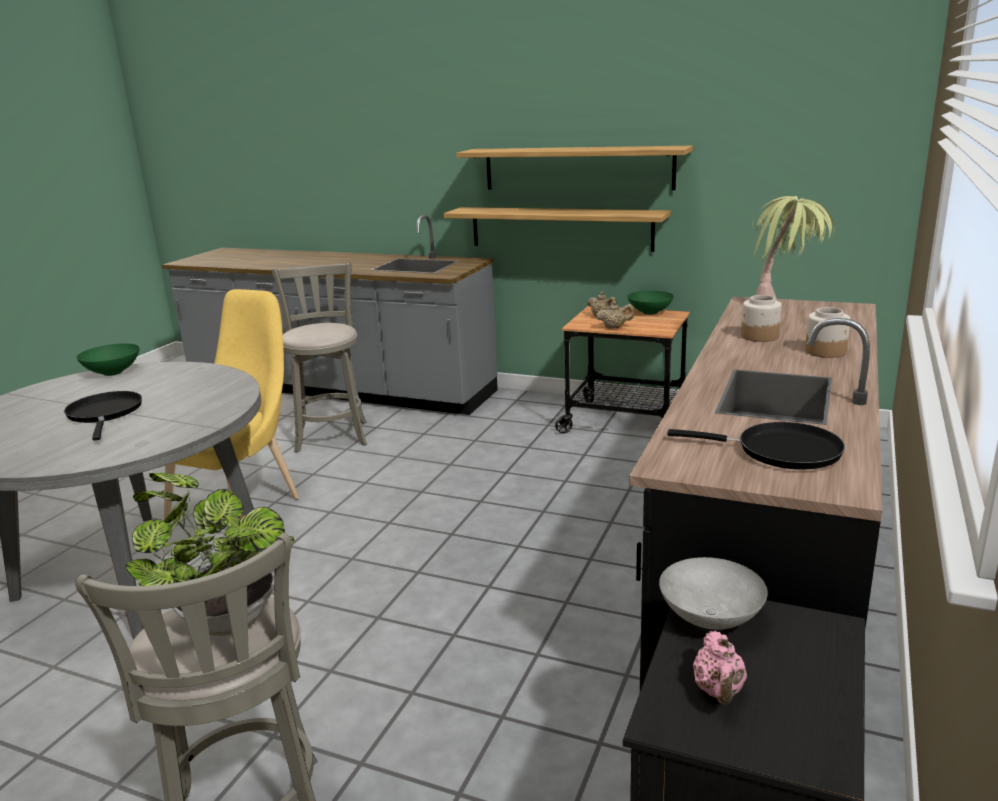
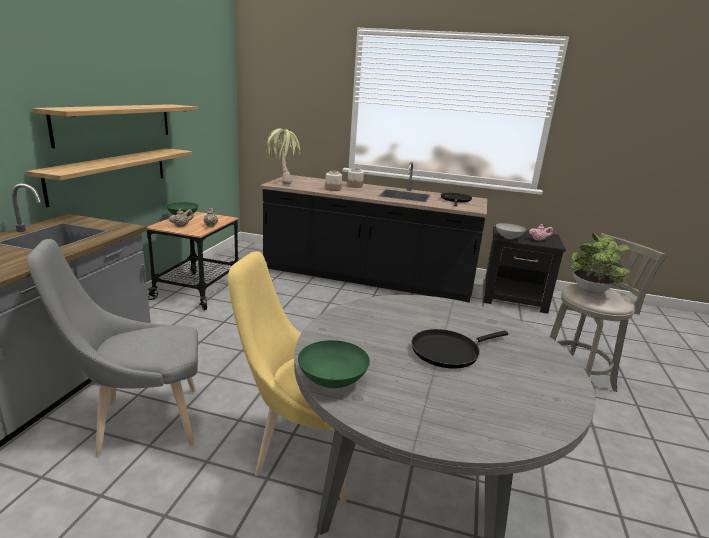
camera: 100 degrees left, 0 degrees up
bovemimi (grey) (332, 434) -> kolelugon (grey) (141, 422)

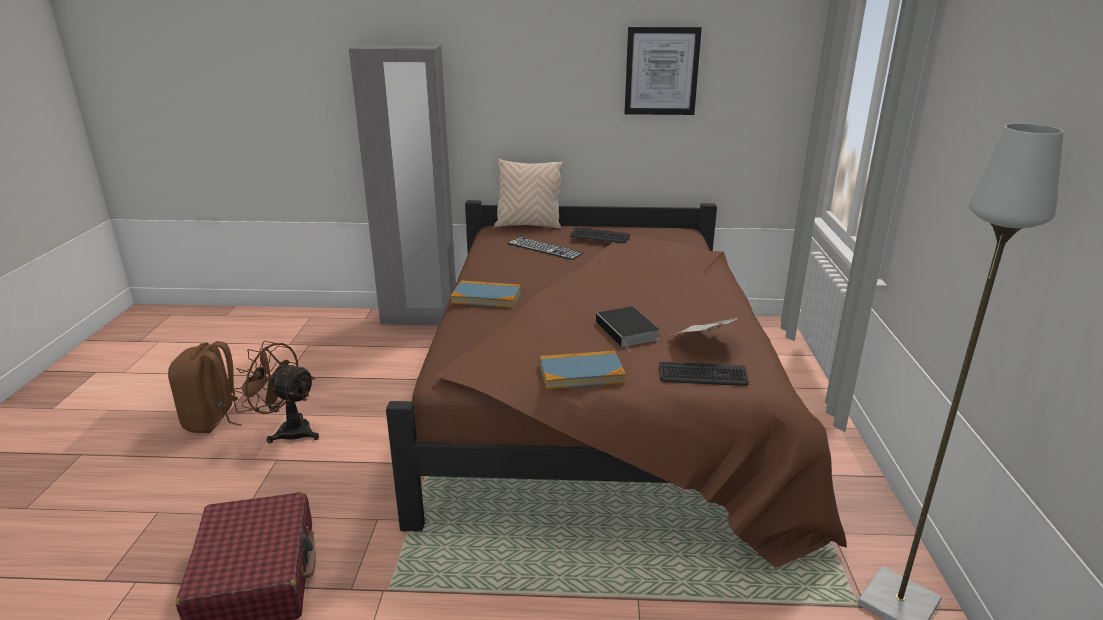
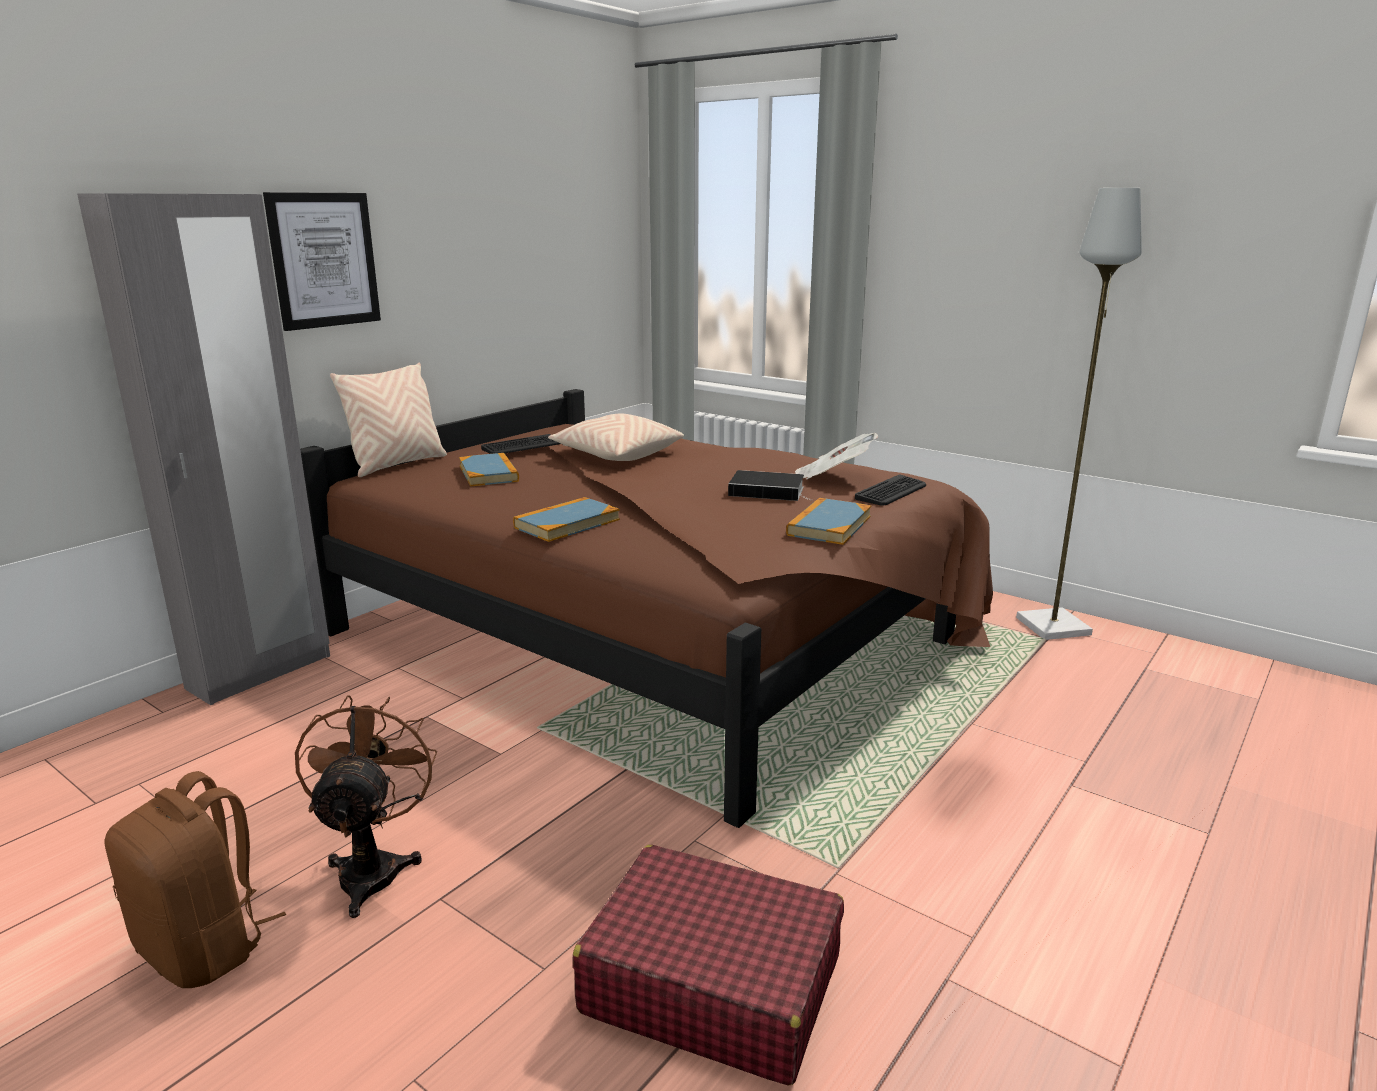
camera: 55 degrees left, 5 degrees down
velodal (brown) (288, 430) -> velodal (brown) (373, 867), 120 degrees clockwise
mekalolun (544, 248) -> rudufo (488, 473)
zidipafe (661, 71) -> zidipafe (324, 260), move
none -> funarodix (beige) (616, 455)

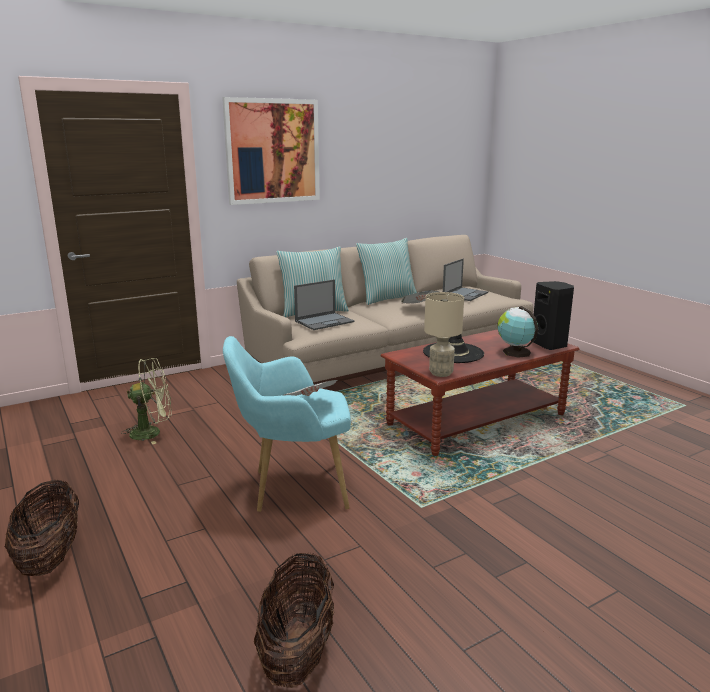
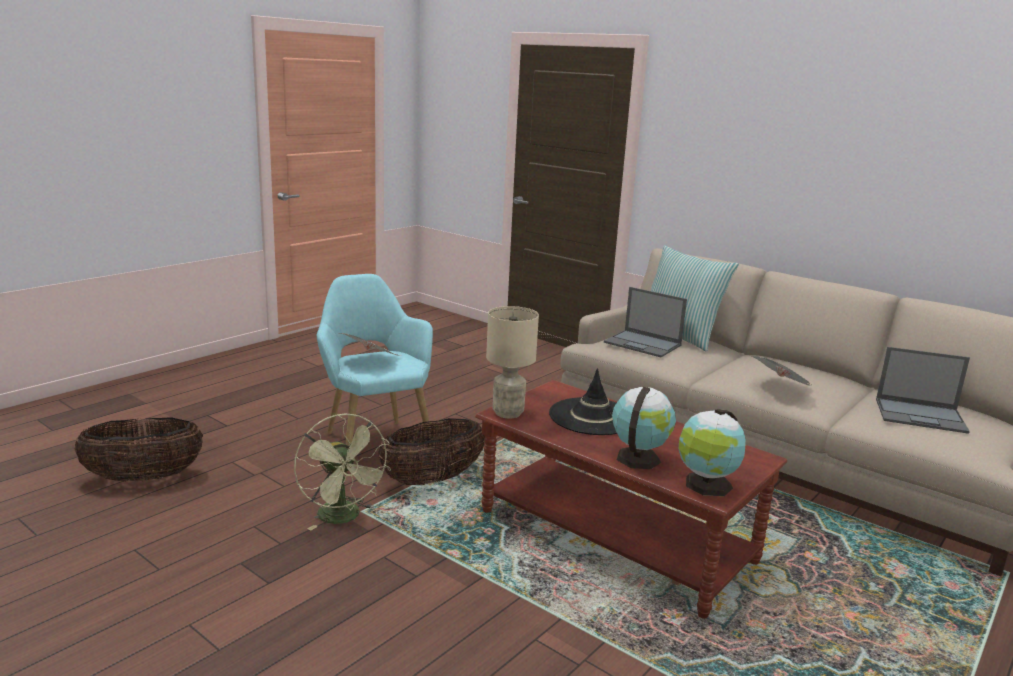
camera: 70 degrees right, 0 degrees up
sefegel (50, 556) -> sefegel (432, 479), move
velodal (green) (152, 432) -> velodal (green) (344, 518), move
zidipafe (272, 151) -> none
funarodix (387, 299) -> none
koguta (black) (550, 345) -> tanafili (706, 485)

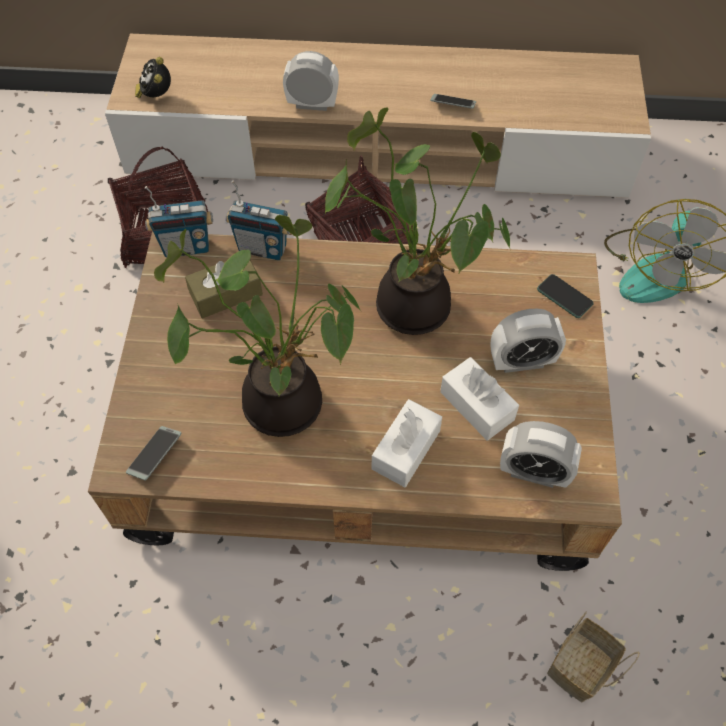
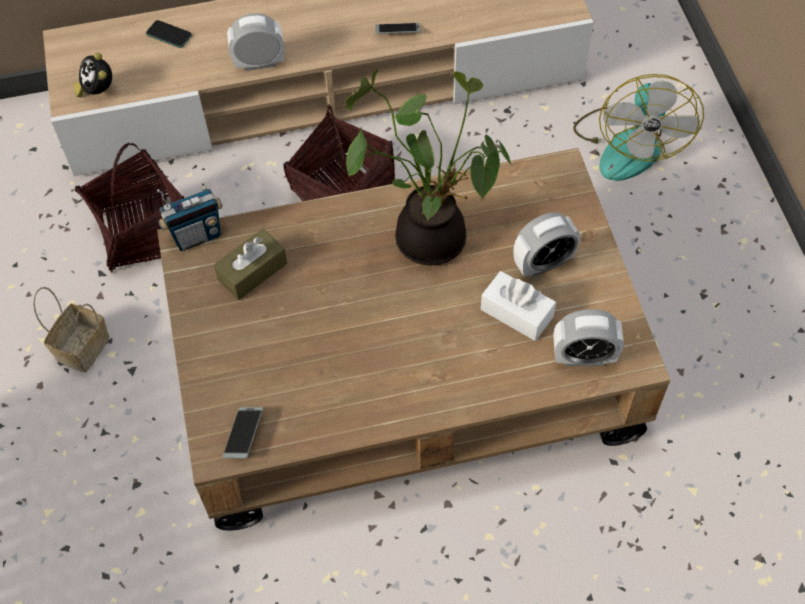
camera: 15 degrees left, 0 degrees up
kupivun (282, 398) -> none
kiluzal (263, 248) -> none
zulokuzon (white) (406, 450) -> none
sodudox (564, 297) -> sodudox (169, 35), move
sefegel (579, 669) -> sefegel (83, 349), move

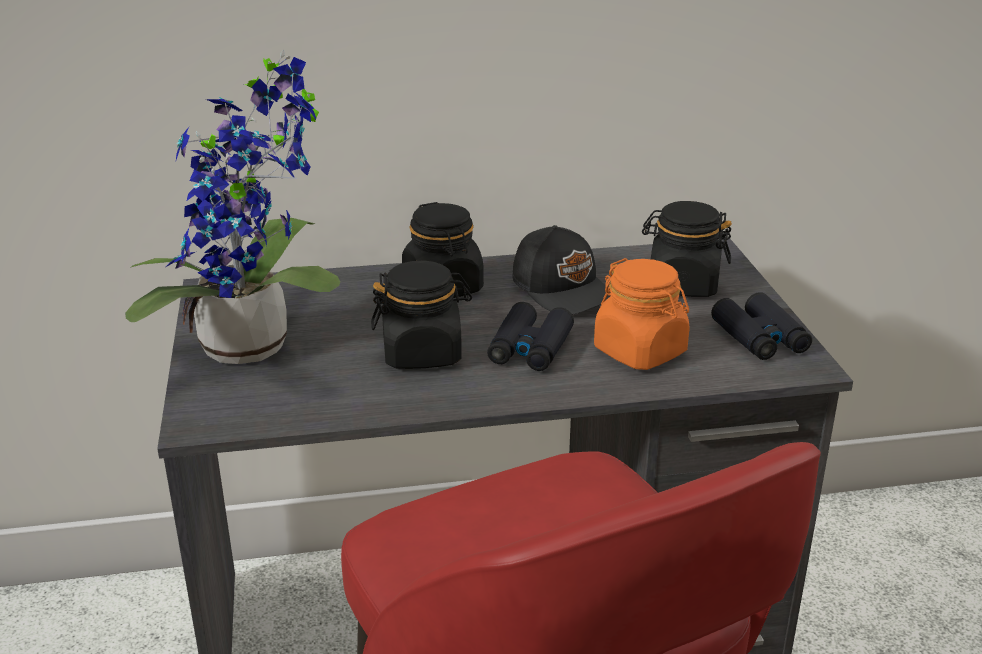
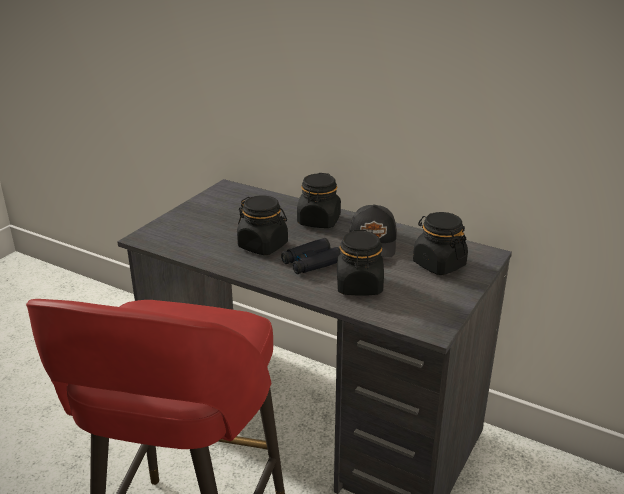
camera: 40 degrees right, 0 degrees up
kupivun (256, 348) -> none
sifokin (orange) (640, 351) -> sifokin (black) (359, 286)
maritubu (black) (760, 338) -> none

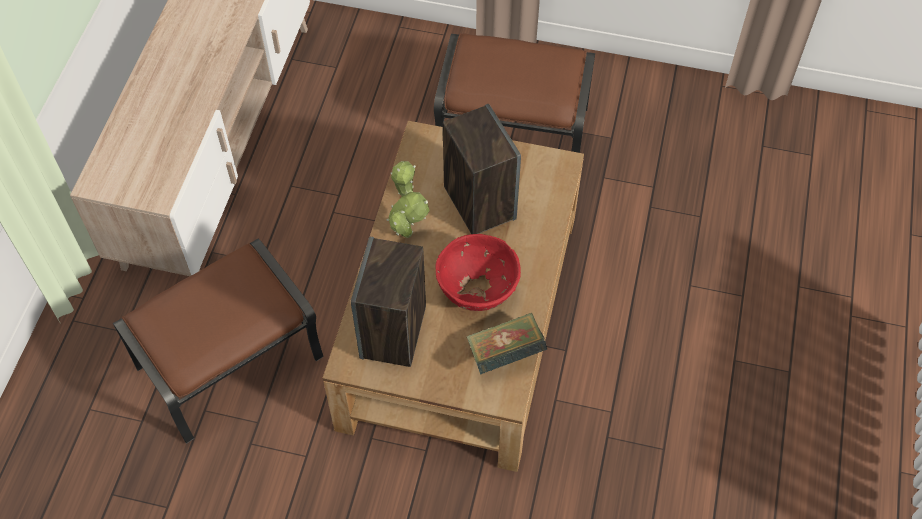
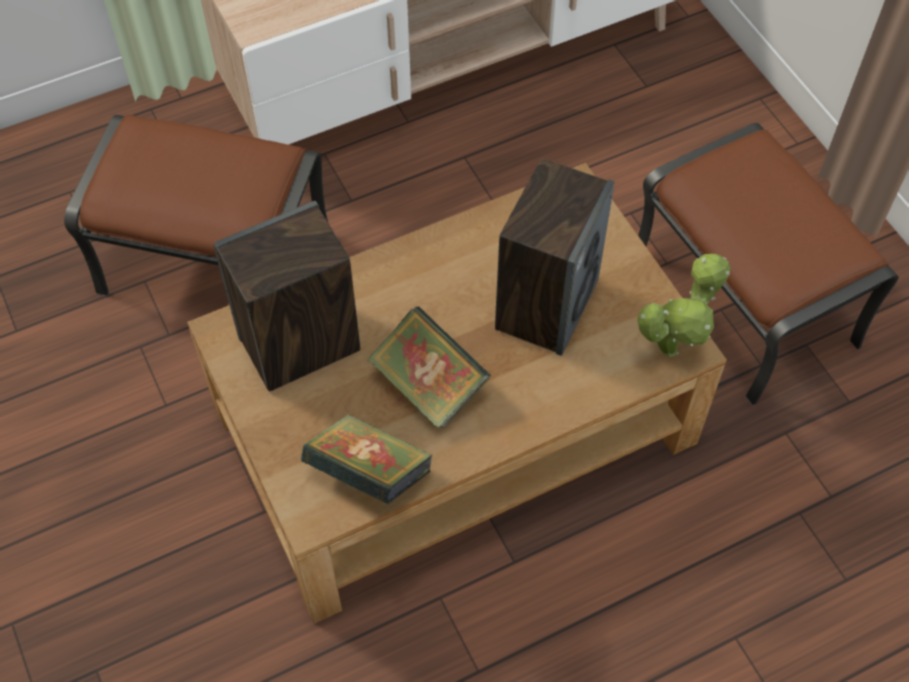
camera: 50 degrees right, 0 degrees up
kupivun (406, 230) -> kupivun (673, 346), move
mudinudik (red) (477, 289) -> rudufo (429, 385)

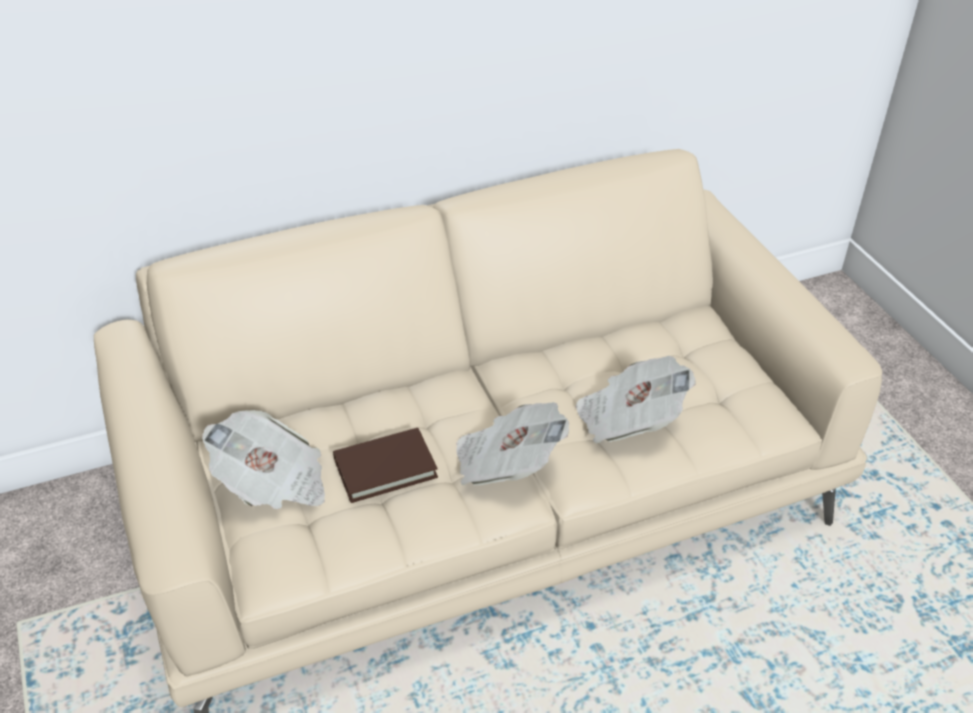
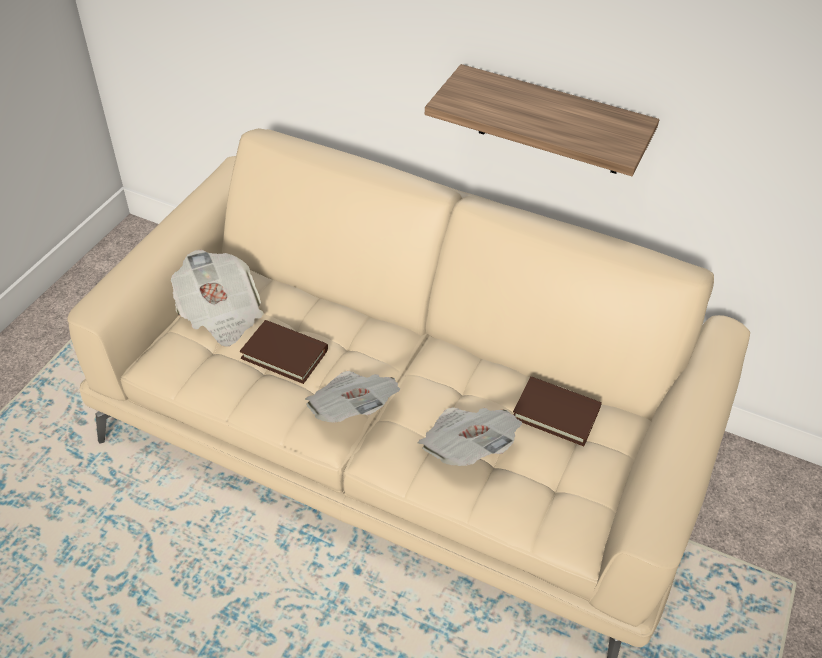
camera: 45 degrees right, 5 degrees up
none -> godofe (551, 121)
none -> rudufo (brown) (556, 413)

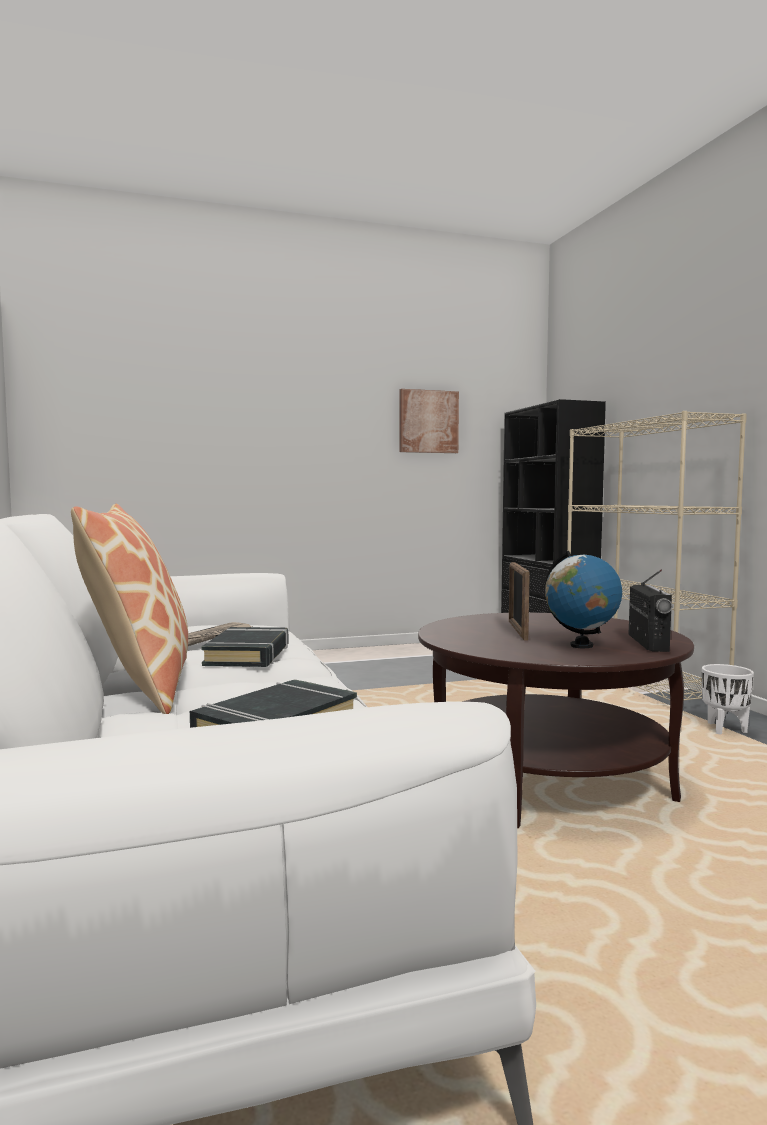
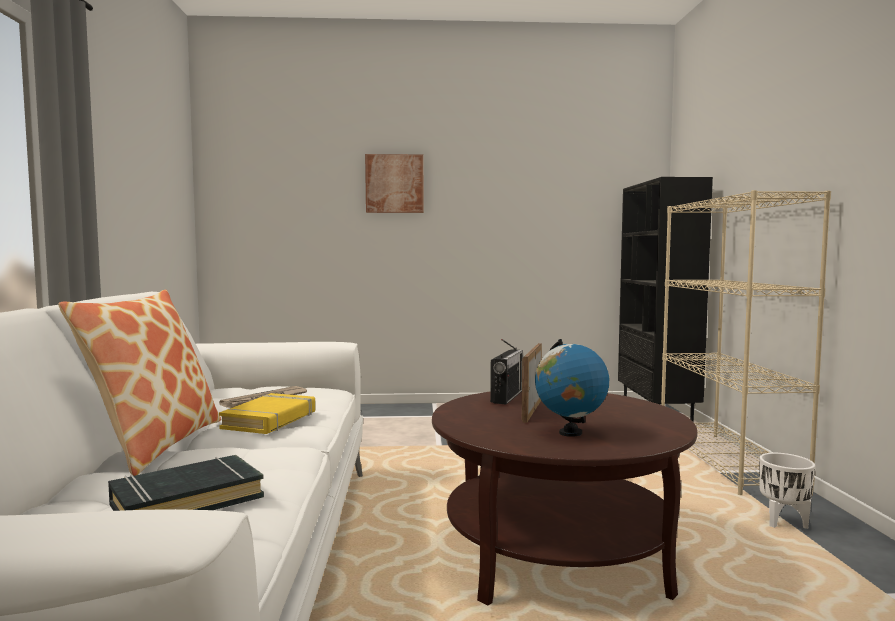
camera: 15 degrees right, 0 degrees up
rudufo (black) (248, 655) -> rudufo (yellow) (270, 420)
zidipafe (428, 421) -> zidipafe (394, 184), move
kiluzal (648, 643) -> kiluzal (507, 397), move

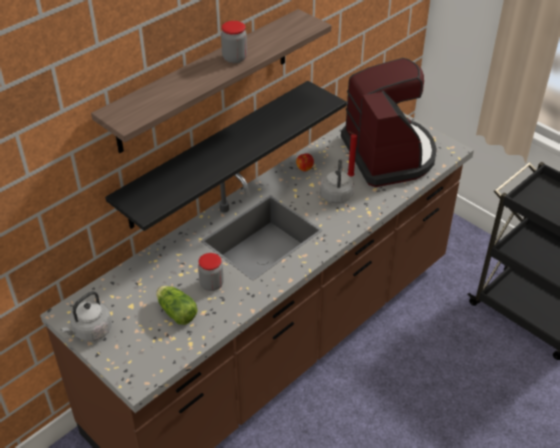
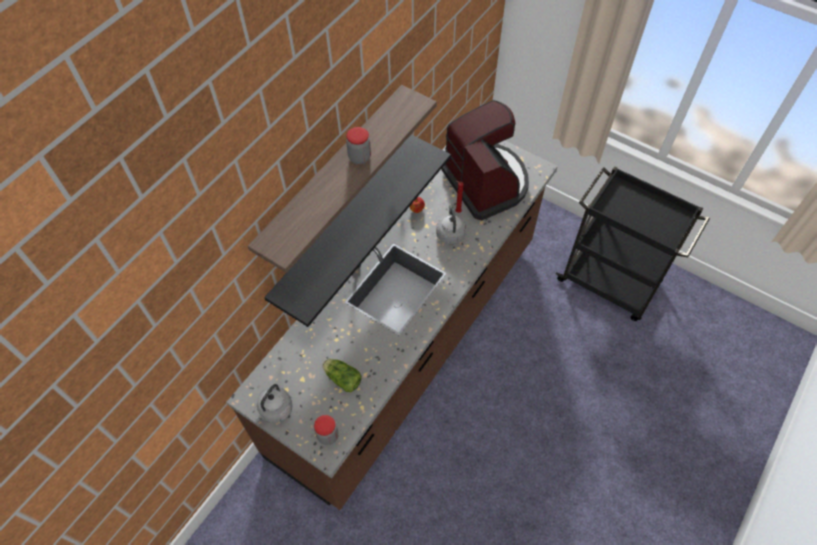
camera: 10 degrees left, 15 degrees up
sifokin (211, 284) -> sifokin (328, 435), move

